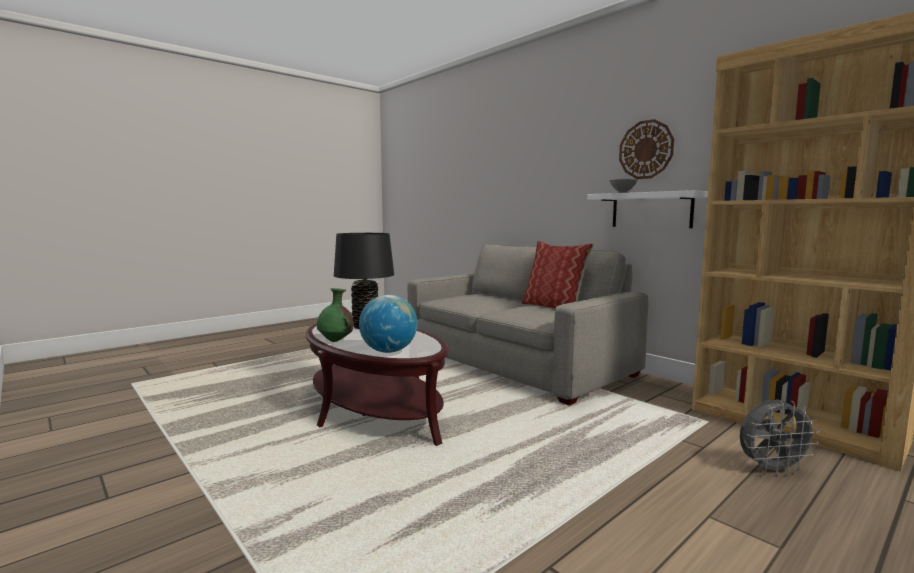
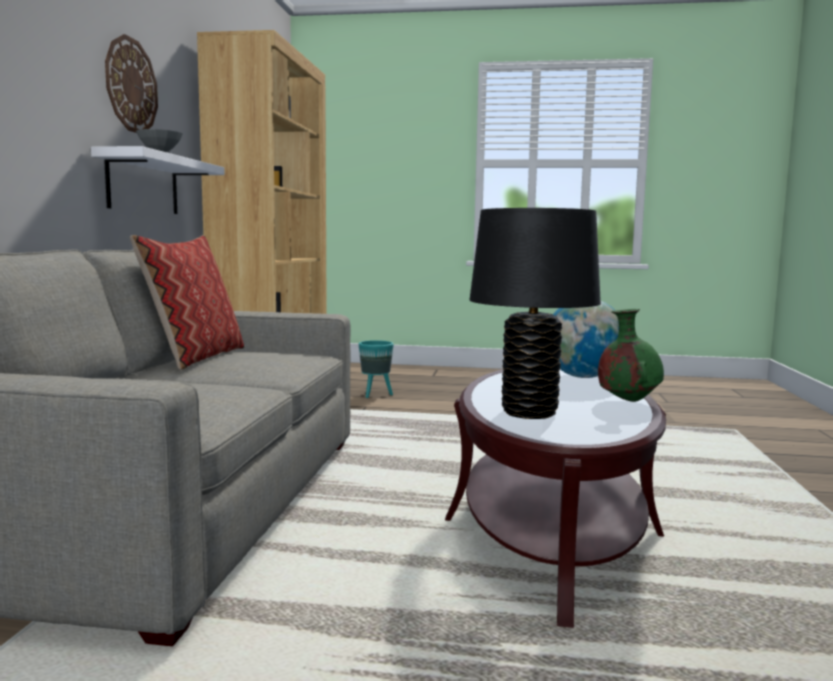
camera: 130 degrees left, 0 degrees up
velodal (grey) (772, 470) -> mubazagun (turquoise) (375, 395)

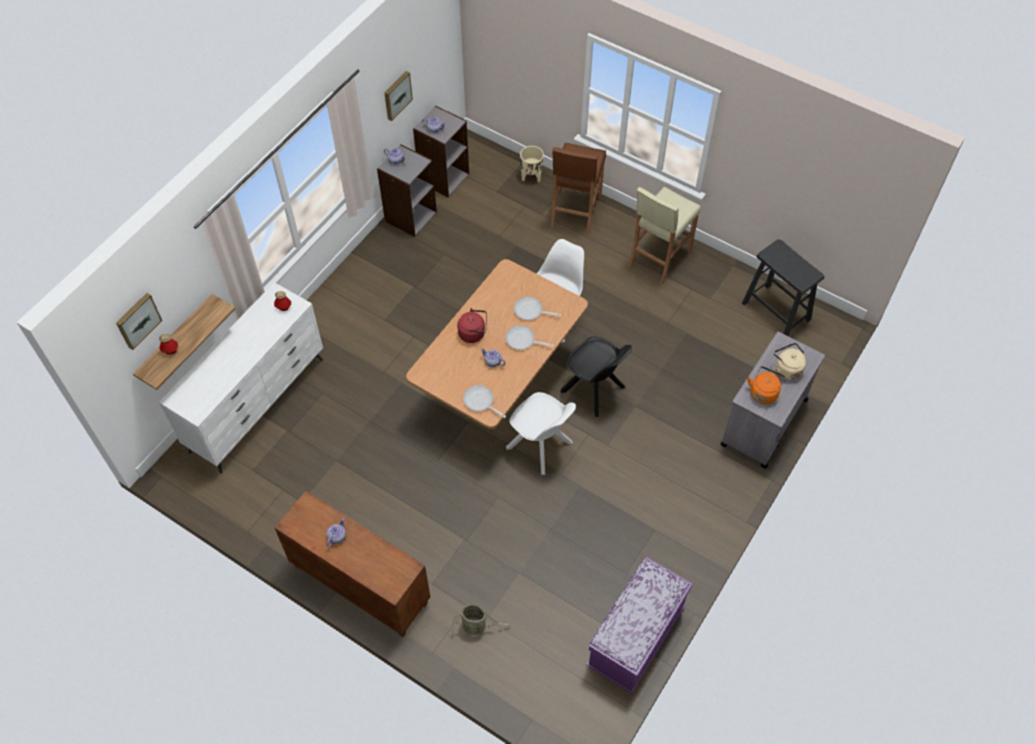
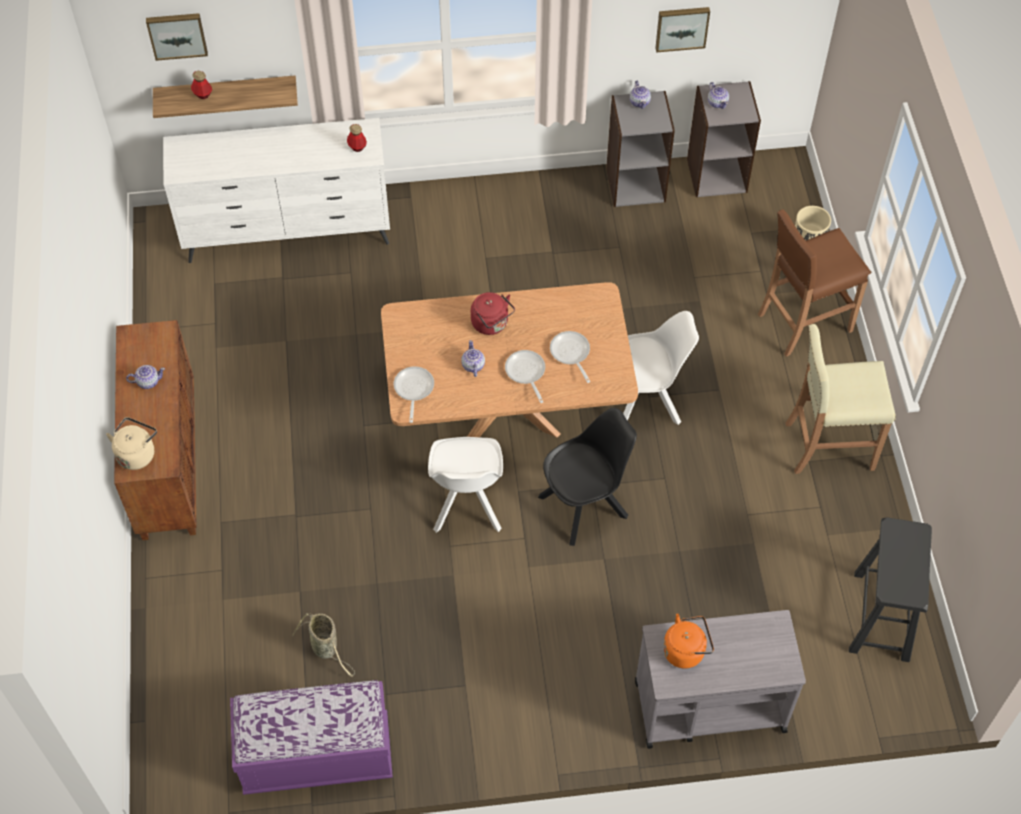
camera: 50 degrees right, 0 degrees up
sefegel (475, 626) -> sefegel (326, 648), move
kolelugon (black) (594, 390) -> kolelugon (black) (585, 505), 120 degrees counterclockwise
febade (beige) (786, 369) -> febade (beige) (137, 453), move

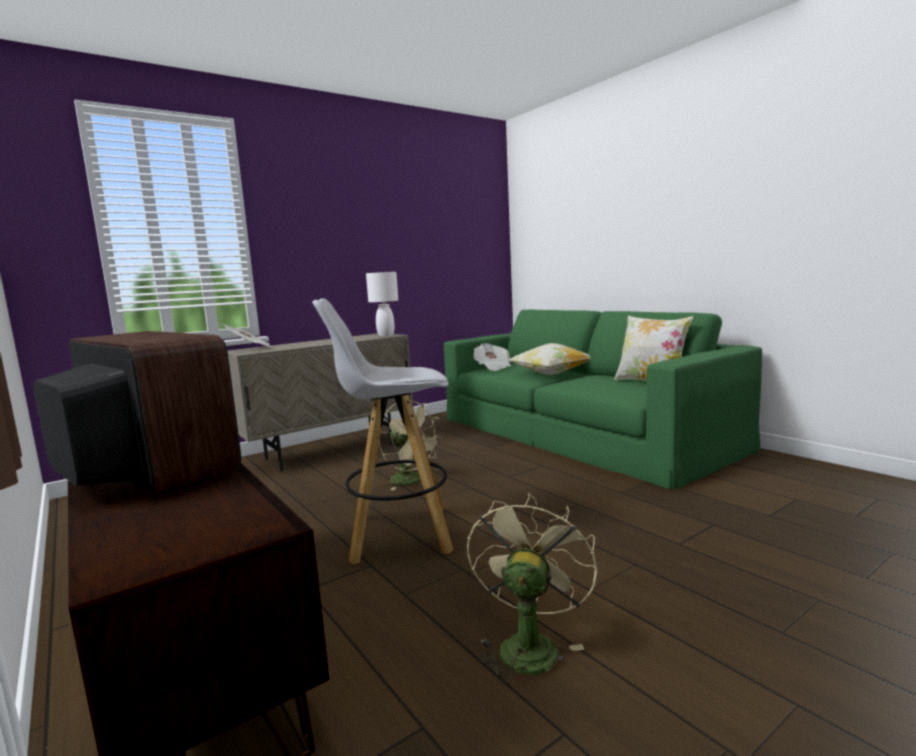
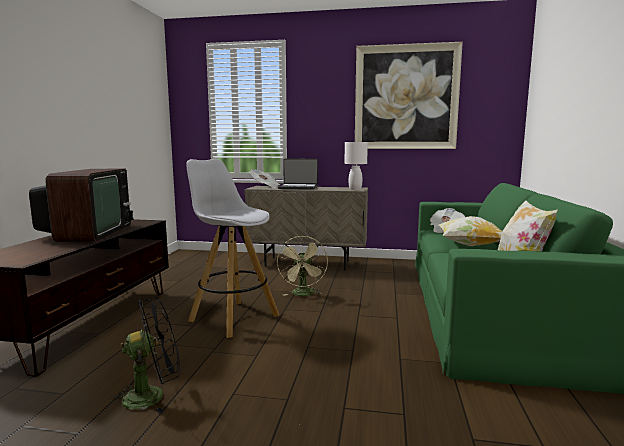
camera: 45 degrees right, 0 degrees up
velodal (beige) (528, 644) -> velodal (black) (152, 395)
none -> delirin (298, 187)
none -> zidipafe (406, 98)

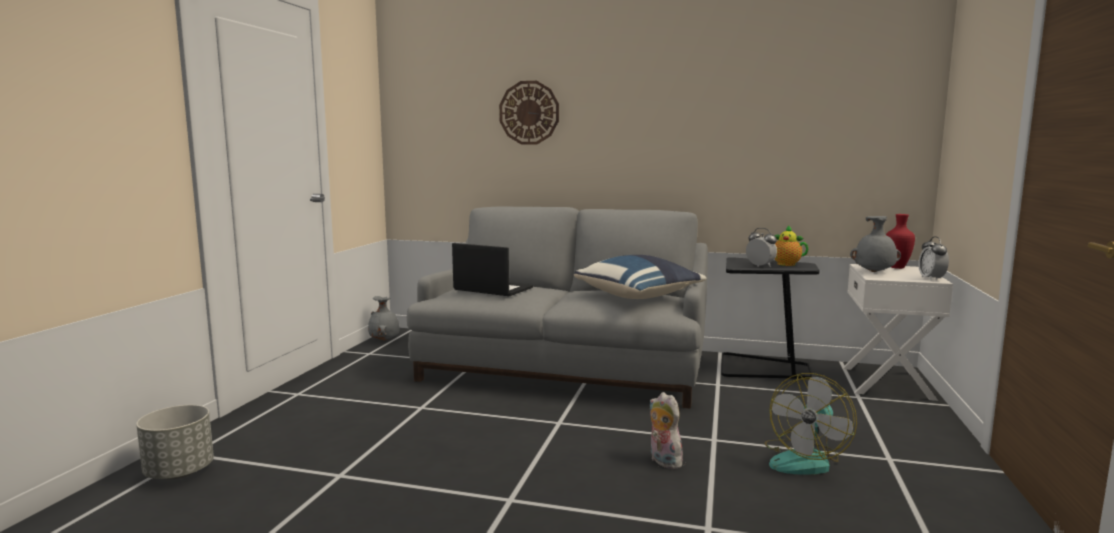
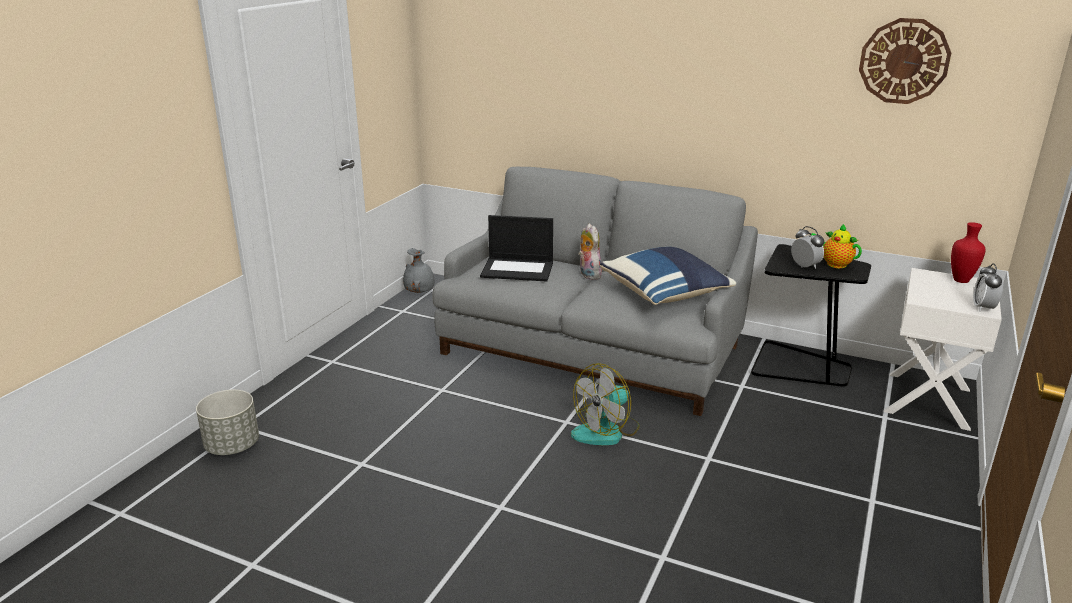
camera: 10 degrees right, 15 degrees up
delirin (492, 289) -> delirin (518, 269), 150 degrees clockwise
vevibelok (529, 113) -> vevibelok (904, 61), move
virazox (663, 461) -> virazox (588, 274), move
velodal (805, 460) -> velodal (606, 431), move
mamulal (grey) (874, 272) -> none

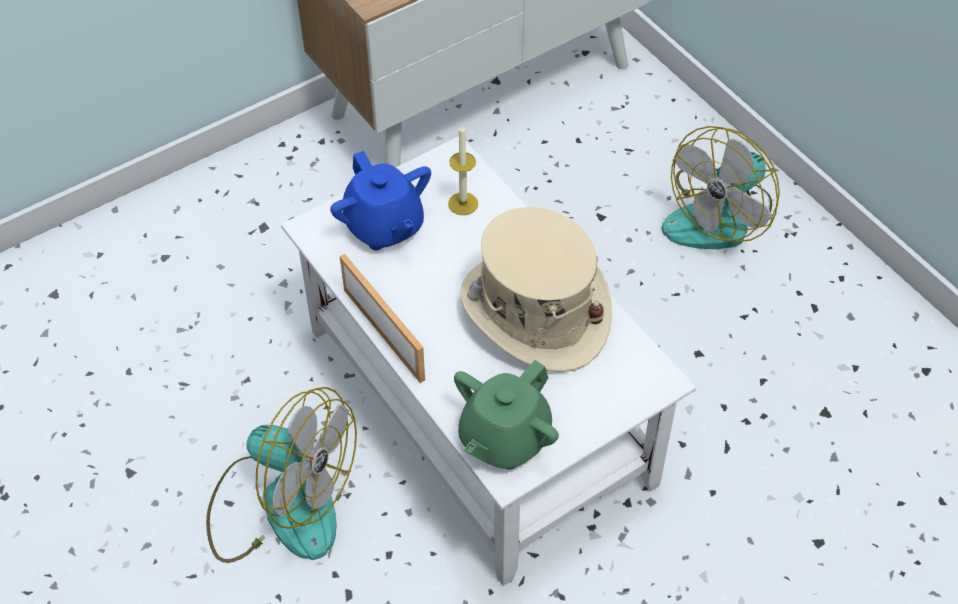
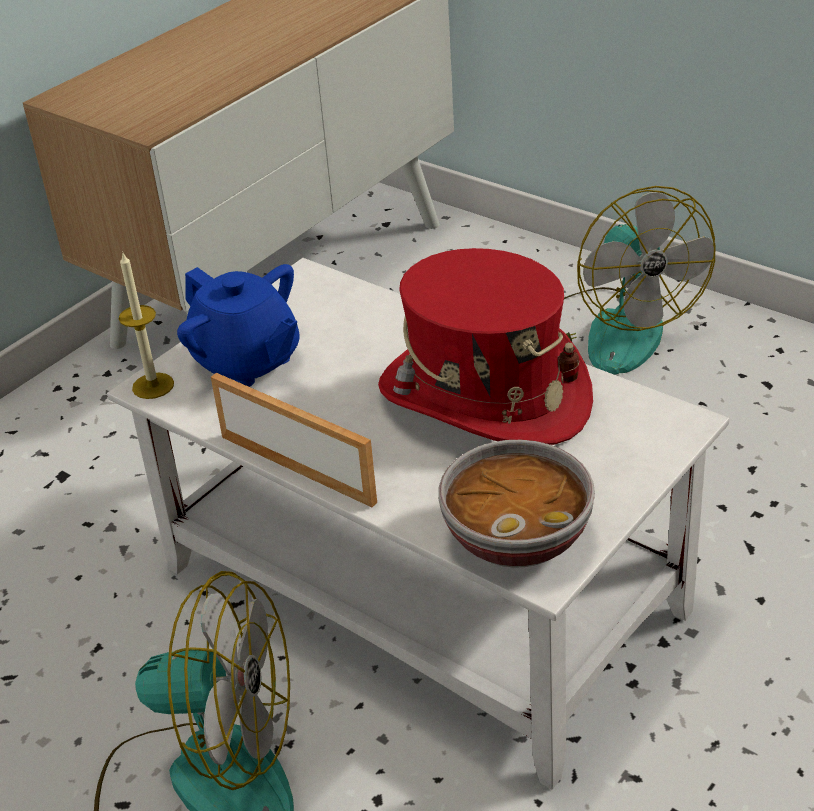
camera: 15 degrees left, 15 degrees down
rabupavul (463, 203) -> rabupavul (153, 386), move
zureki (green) (504, 438) -> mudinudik (516, 536)
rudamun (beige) (534, 311) -> rudamun (red) (483, 396)
velodal (719, 217) -> velodal (613, 329), 45 degrees counterclockwise

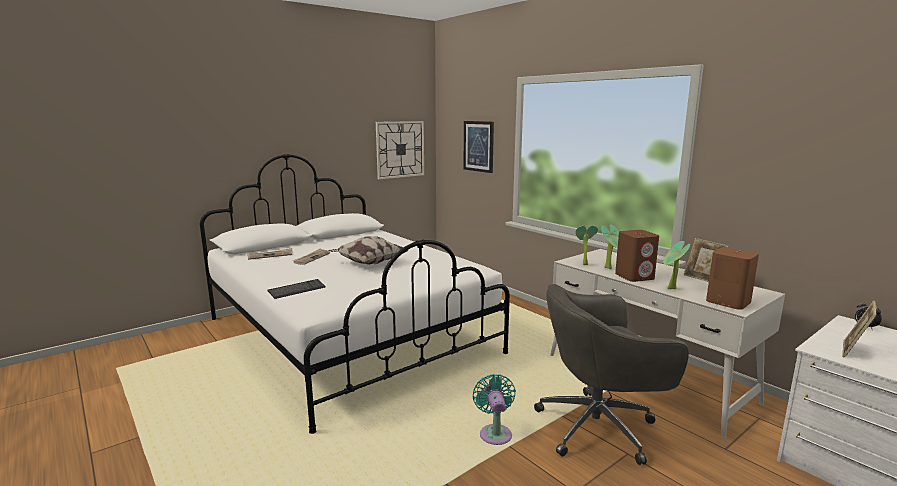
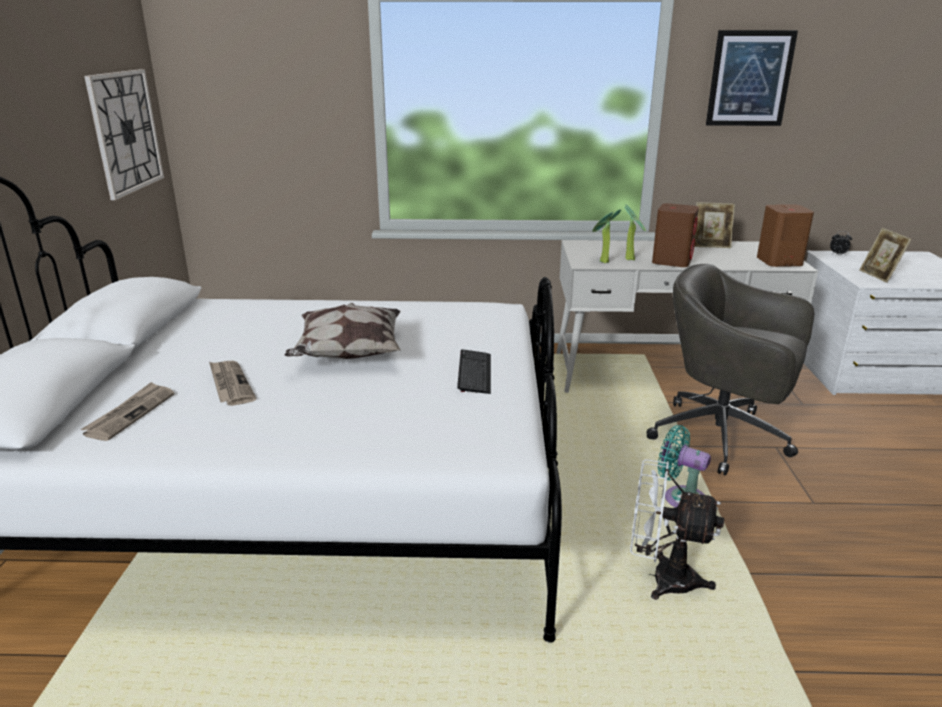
camera: 50 degrees left, 10 degrees up
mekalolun (297, 290) -> mekalolun (474, 373), move
zidipafe (478, 146) -> zidipafe (749, 78), move
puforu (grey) (599, 427) -> puforu (grey) (723, 437), 90 degrees clockwise
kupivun (671, 289) -> none
none -> velodal (white) (661, 578)

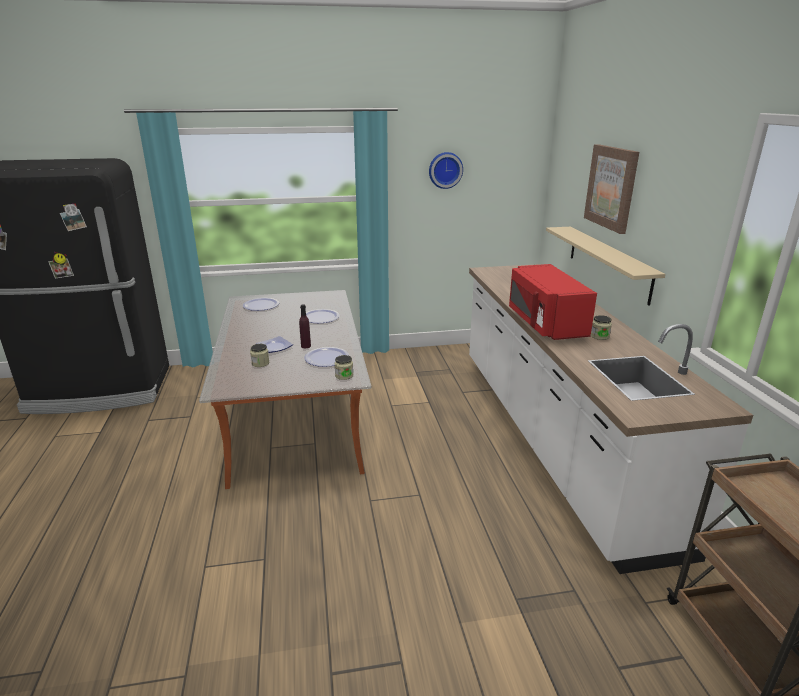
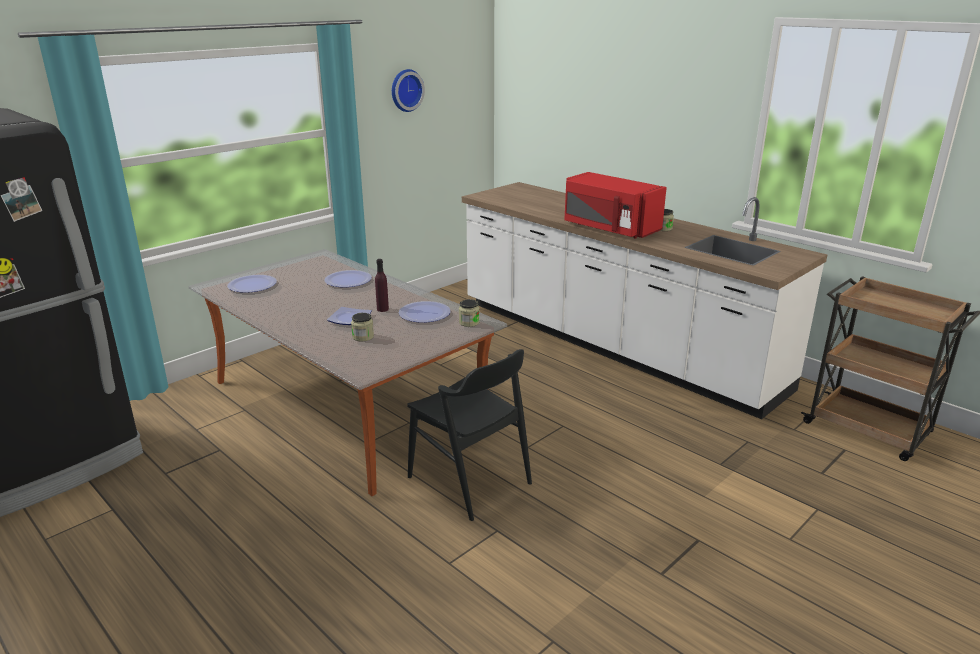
camera: 35 degrees left, 0 degrees up
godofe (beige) (608, 262) -> none
zidipafe (611, 187) -> none
none -> kolelugon (black) (469, 480)

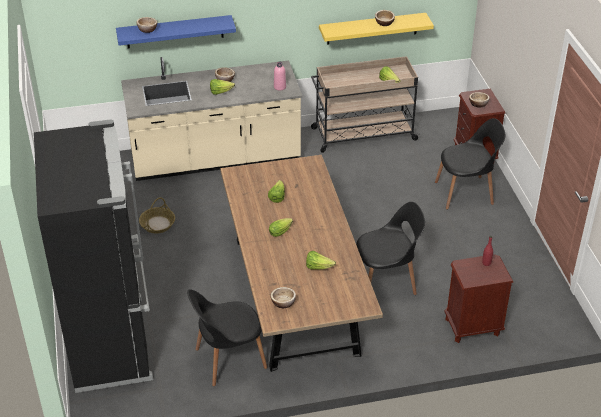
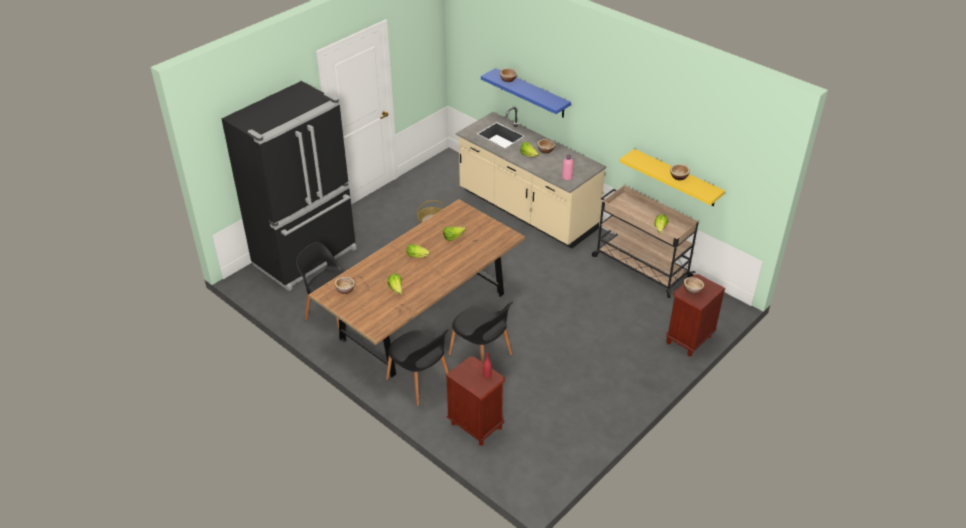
camera: 55 degrees right, 0 degrees up
kolelugon (black) (466, 193) -> kolelugon (black) (420, 382), move

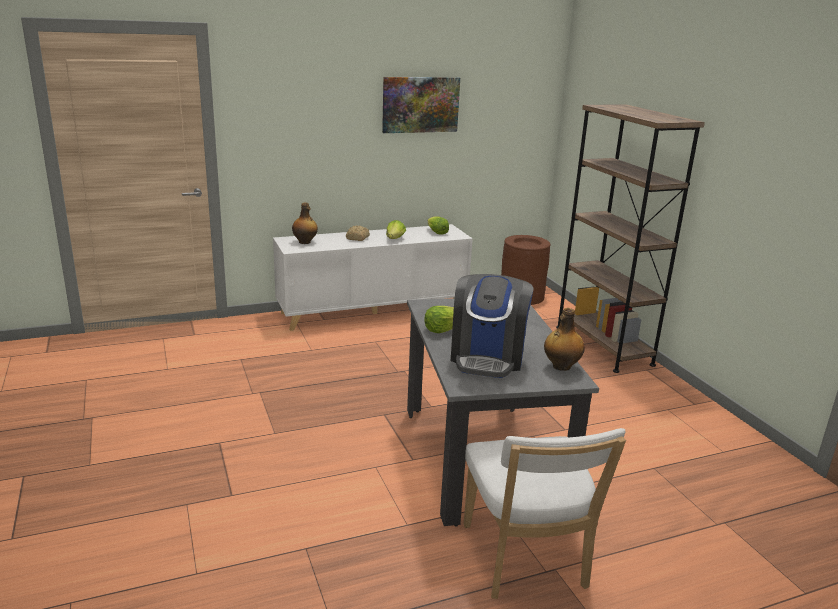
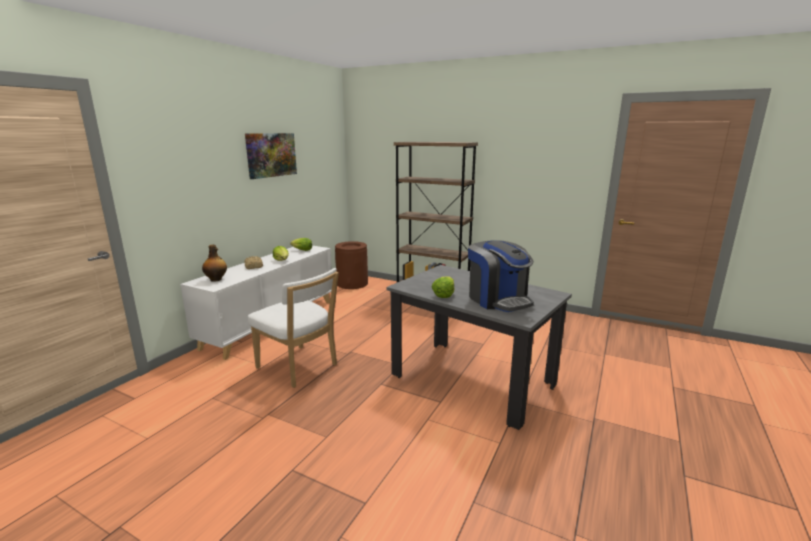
camera: 40 degrees left, 5 degrees down
kolelugon (white) (525, 561) -> kolelugon (white) (299, 368), move
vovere (561, 366) -> none

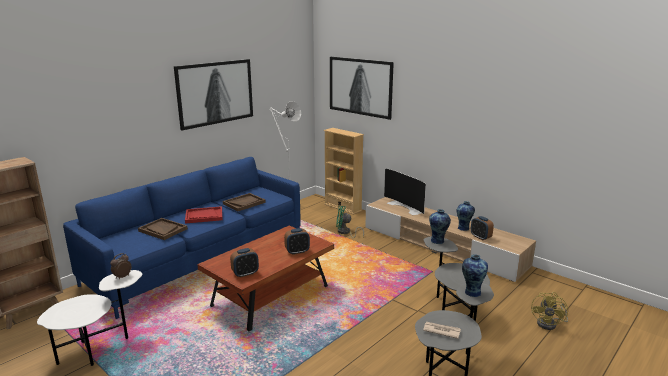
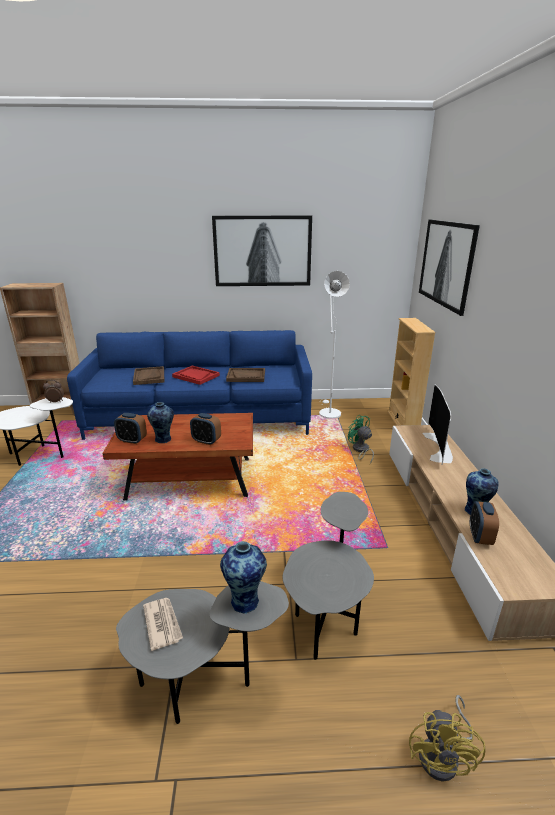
camera: 45 degrees right, 5 degrees up
mamulal (438, 241) -> mamulal (163, 439), move
velodal (yellow) (550, 324) -> velodal (yellow) (443, 755), 60 degrees counterclockwise

